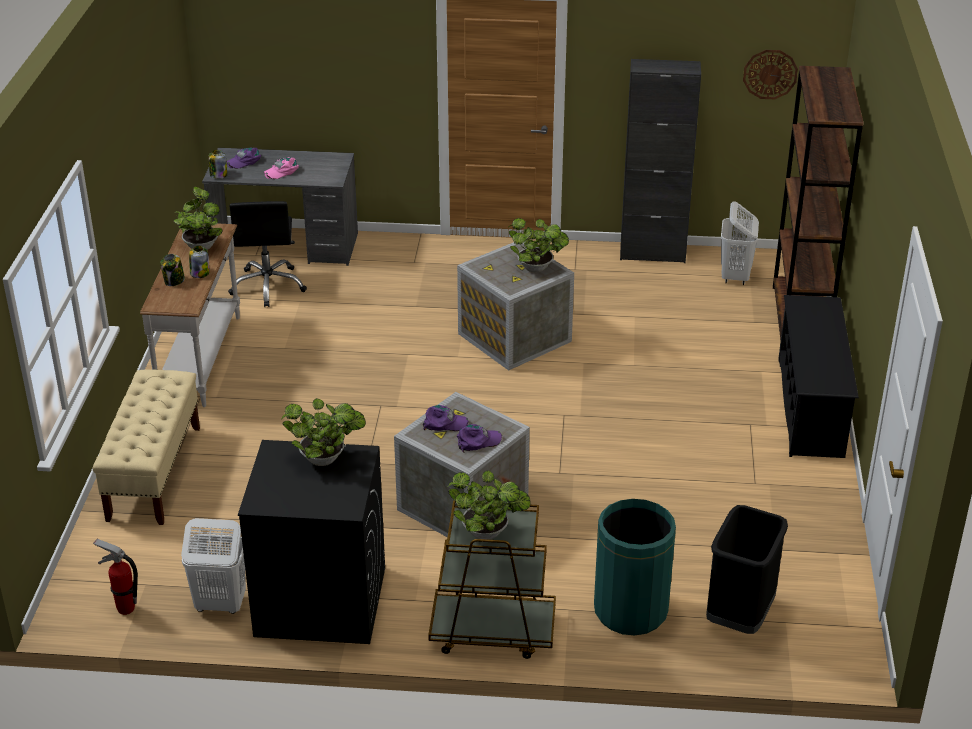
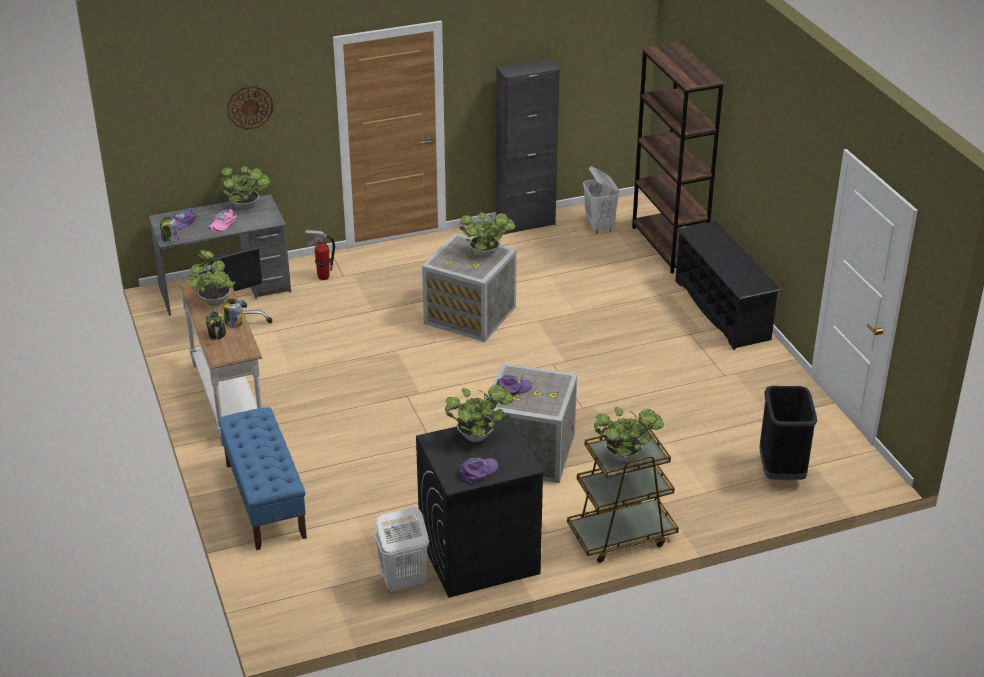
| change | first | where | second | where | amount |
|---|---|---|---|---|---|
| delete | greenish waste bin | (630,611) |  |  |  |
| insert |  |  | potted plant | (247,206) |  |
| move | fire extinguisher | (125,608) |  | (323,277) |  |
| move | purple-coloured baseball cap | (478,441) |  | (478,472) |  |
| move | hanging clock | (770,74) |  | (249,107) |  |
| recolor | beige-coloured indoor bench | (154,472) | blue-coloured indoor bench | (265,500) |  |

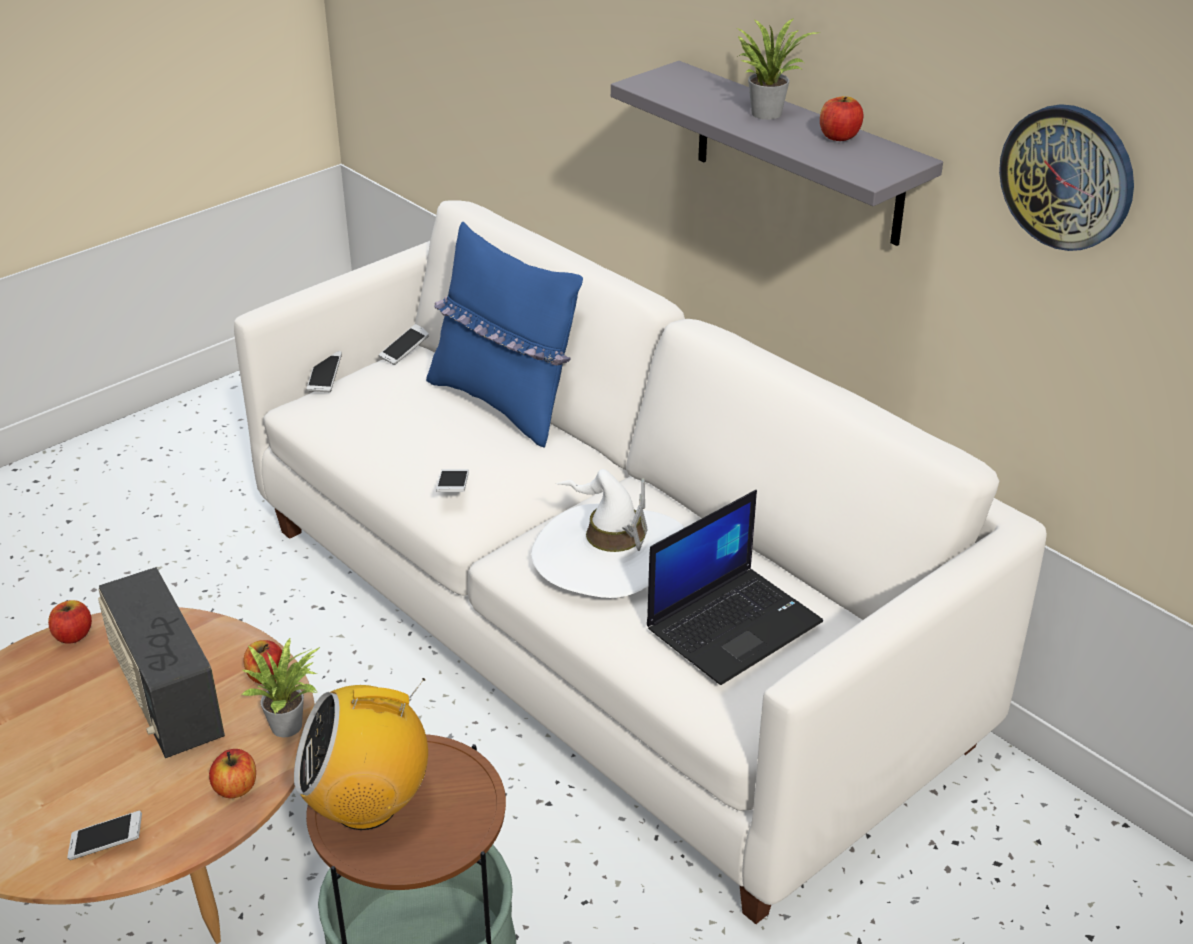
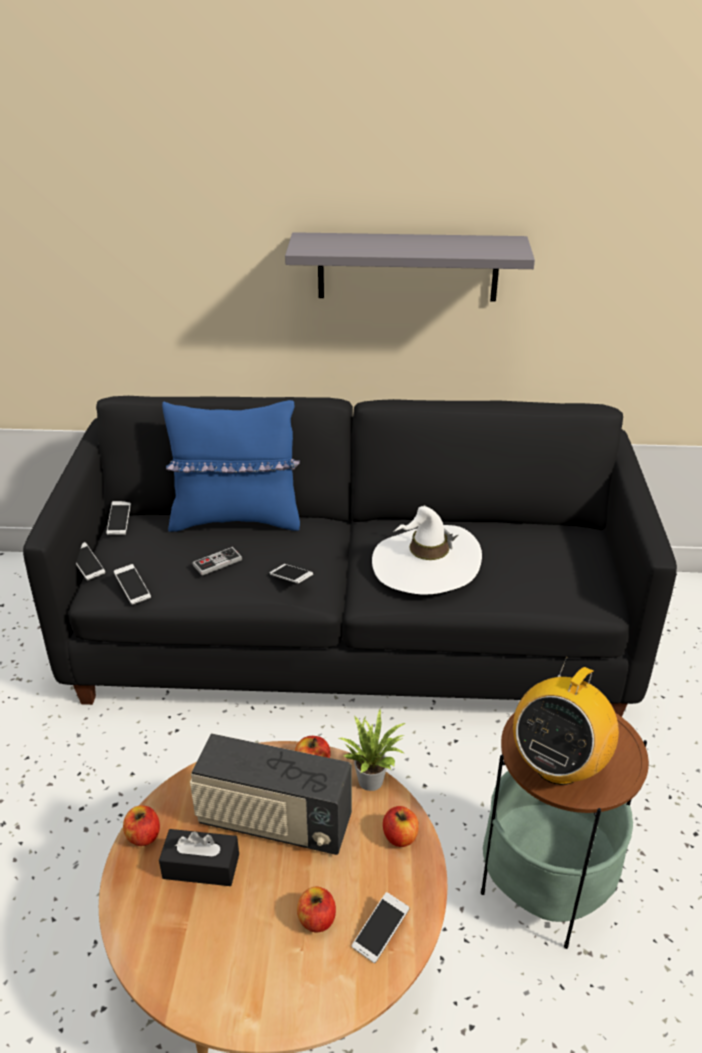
| change | first | where | second | where | amount |
|---|---|---|---|---|---|
| delete | notebook computer | (734,624) |  |  |  |
| delete | potted plant | (765,112) |  |  |  |
| delete | hanging clock | (1067,177) |  |  |  |
| insert |  |  | handset | (133,589) |  |
| insert |  |  | black-coloured tissue box | (201,866) |  |
| insert |  |  | game controller | (217,562) |  |
| move | apple fruit | (839,137) |  | (316,919) |  |
| recolor | white-coloured settee | (598,629) | black-coloured settee | (351,636) |  |

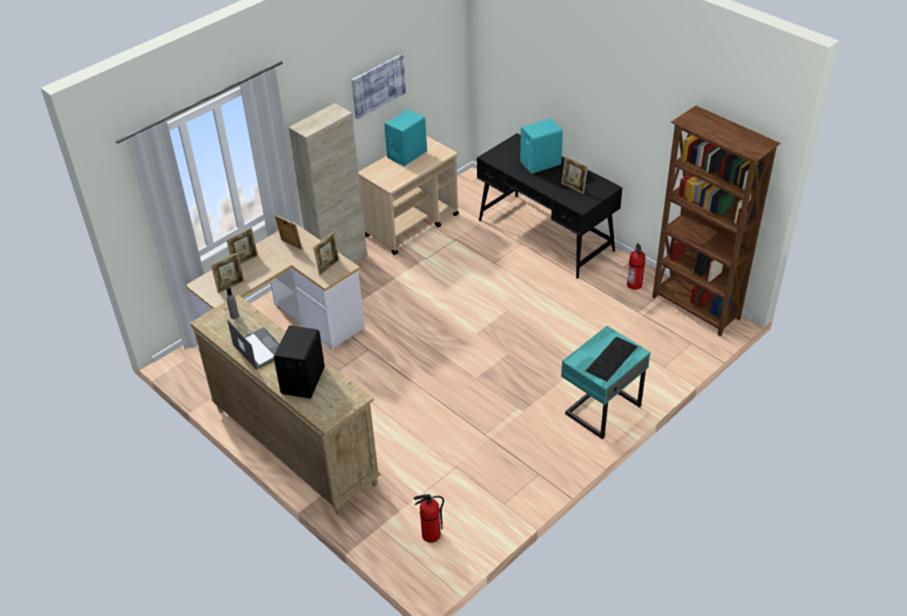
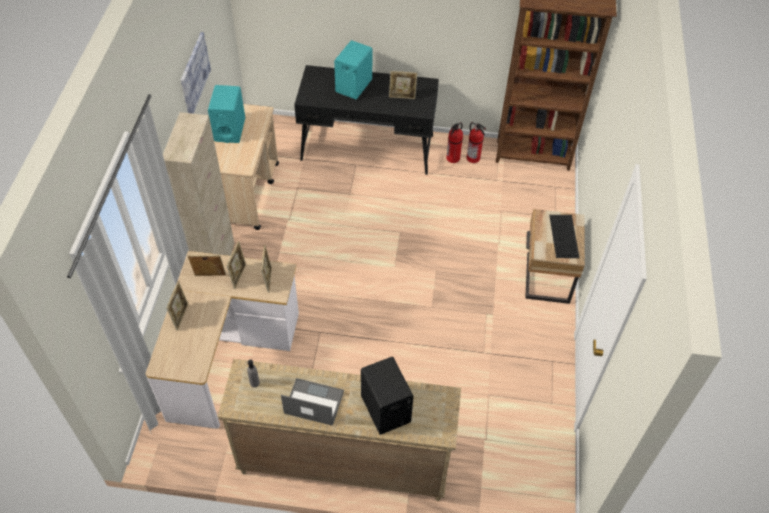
| change | first | where | second | where | amount |
|---|---|---|---|---|---|
| move | standing frame | (231,286) |  | (238,276) |  |
| move | fire extinguisher | (430,535) |  | (453,158) |  |
| recolor | turquoise-coloured bedside table | (600,409) | beige-coloured bedside table | (545,279) |  |

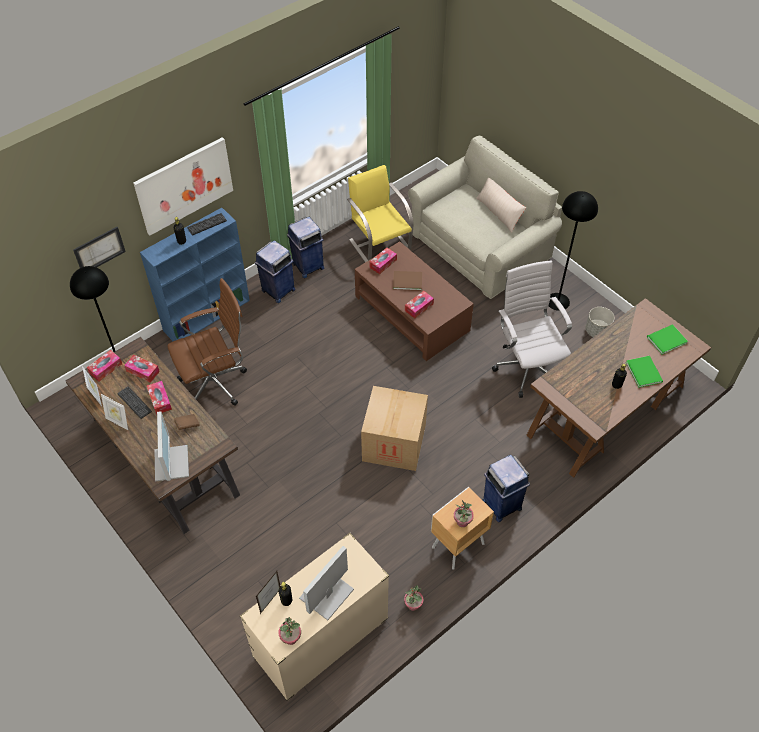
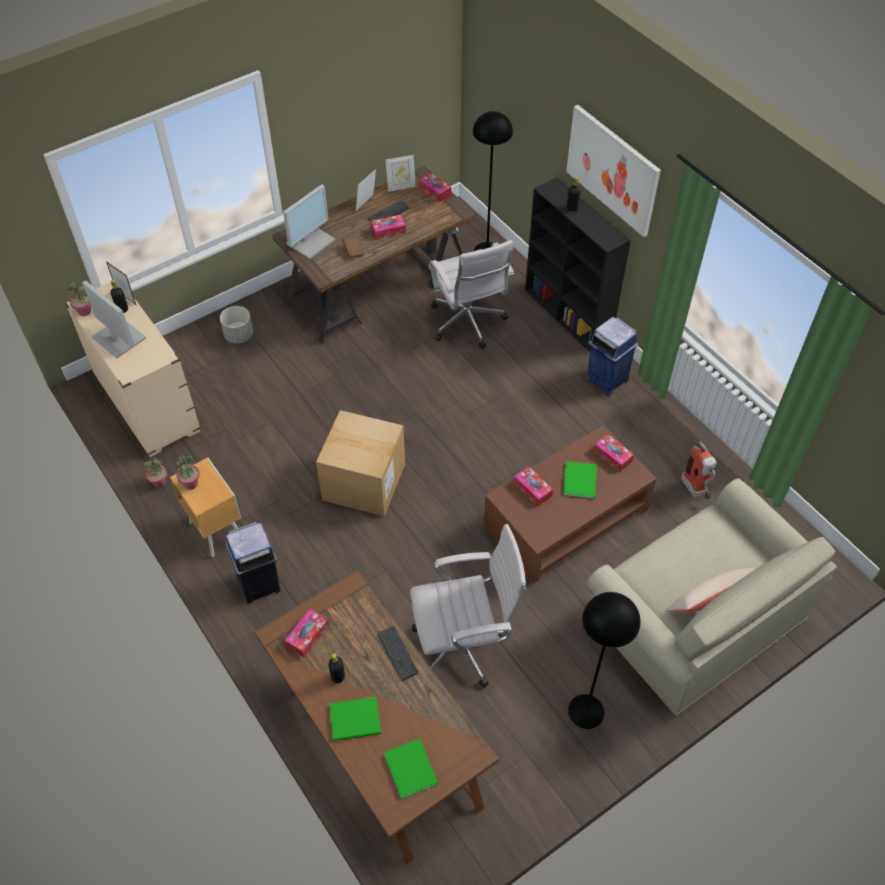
| change | first | where | second | where | amount |
|---|---|---|---|---|---|
| delete | wall picture | (99,250) |  |  |  |
| delete | blue-coloured waste bin | (307,266) |  |  |  |
| move | tissue box | (143,371) |  | (308,636) |  |
| move | computer keyboard | (207,224) |  | (397,653) |  |
| move | greyish plant pot | (597,331) |  | (239,335) |  |
| replace | yellowish chair | (379,243) | fire extinguisher | (696,491) |  |
| recolor | blue-coloured bookshelf | (207,315) | black-coloured bookshelf | (568,315) |  |
| recolor | brown-coloured computer chair | (216,383) | white-coloured computer chair | (468,324) |  |
| recolor | brown-coloured book | (406,280) | greenish book | (581,480) |  |
| rotate | monitor | (171,462) |  | (310,241) | 45 degrees counterclockwise |

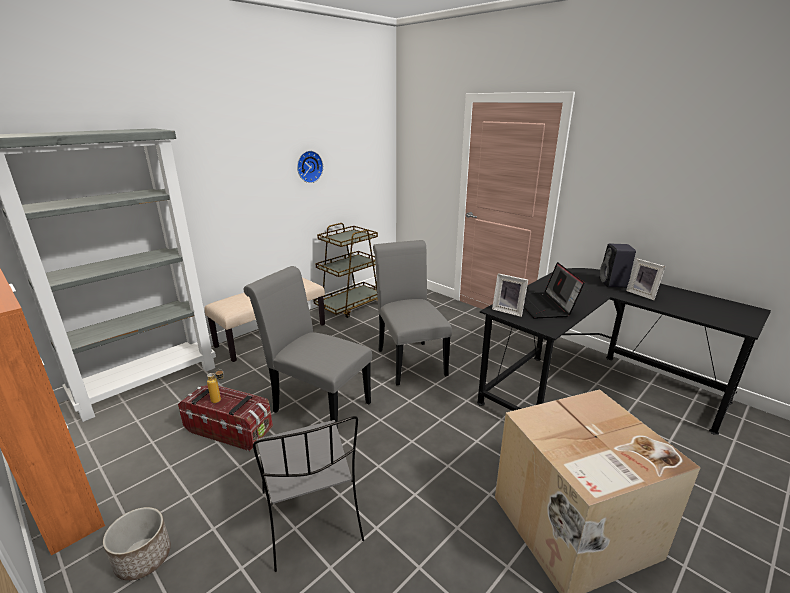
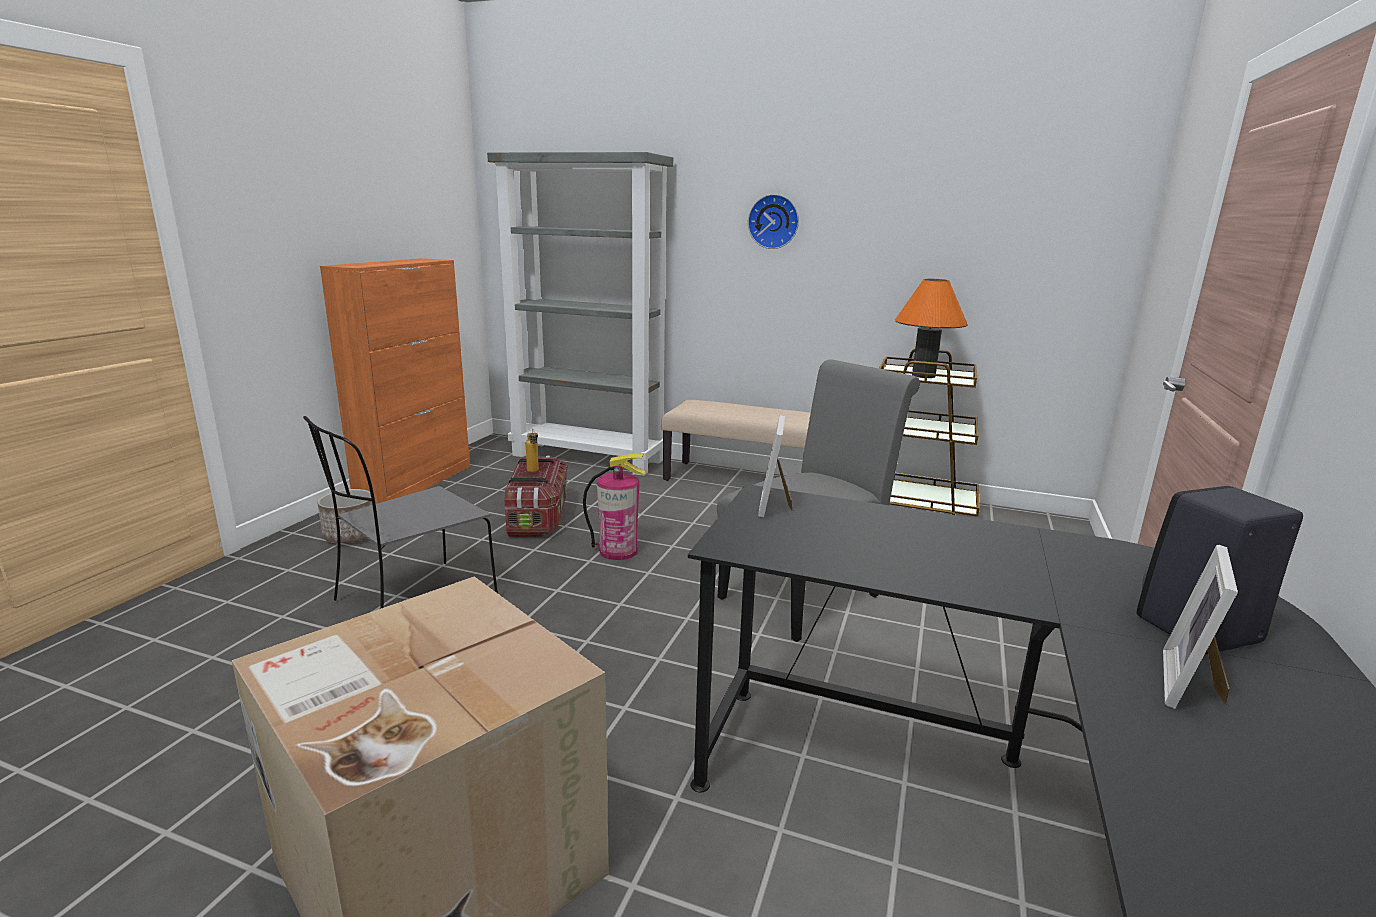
| change | first | where | second | where | amount |
|---|---|---|---|---|---|
| delete | notebook computer | (544,306) |  |  |  |
| insert |  |  | orange-coloured lamp for a table | (923,375) |  |
| move | hanging clock | (308,166) |  | (774,221) |  |
| replace | greyish chair | (316,405) | fire extinguisher | (618,551) |  |

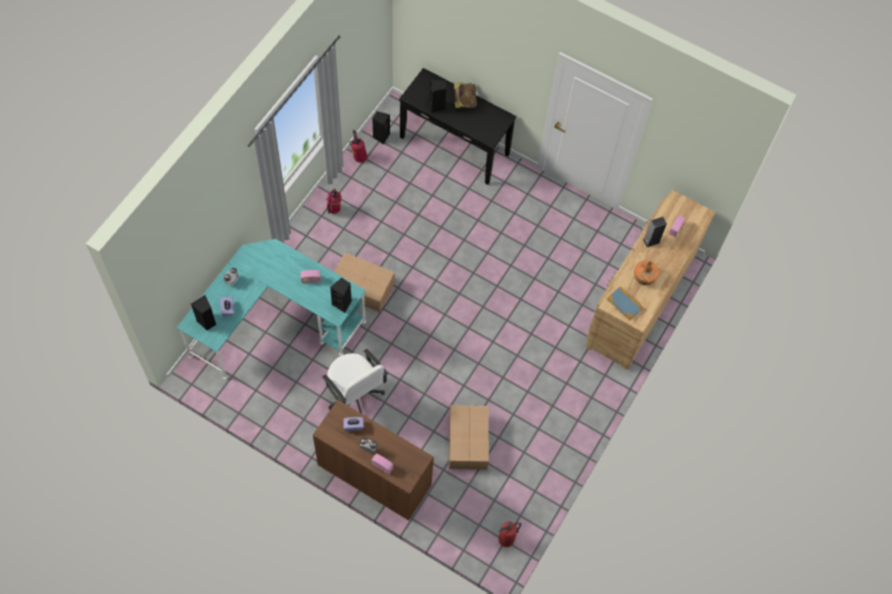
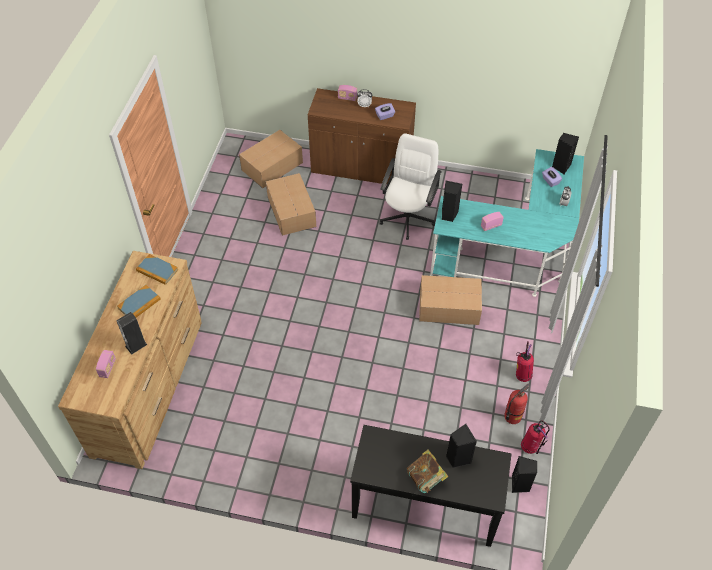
| change | first | where | second | where | amount |
|---|---|---|---|---|---|
| insert |  |  | cardboard box | (273,166) |  |
| move | fire extinguisher | (506,539) |  | (512,416) |  |
| replace | orange-coloured bottle | (644,276) | book | (139,304) |  |
| rotate | white-coloured computer chair | (354,394) |  | (408,217) | 75 degrees clockwise |

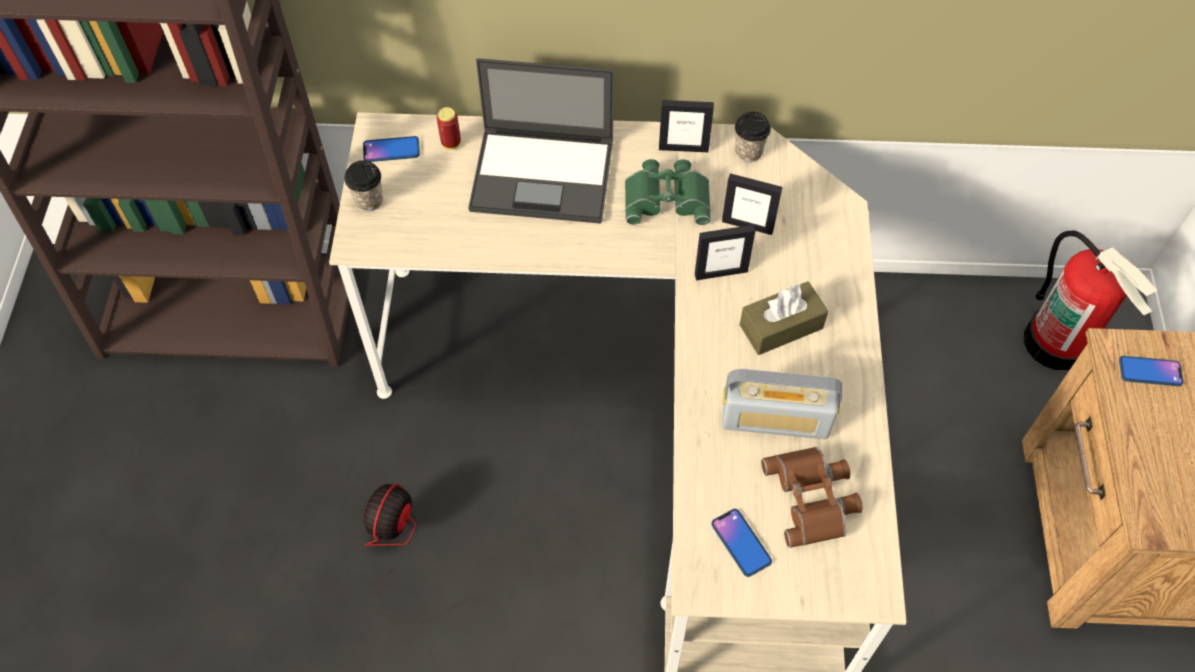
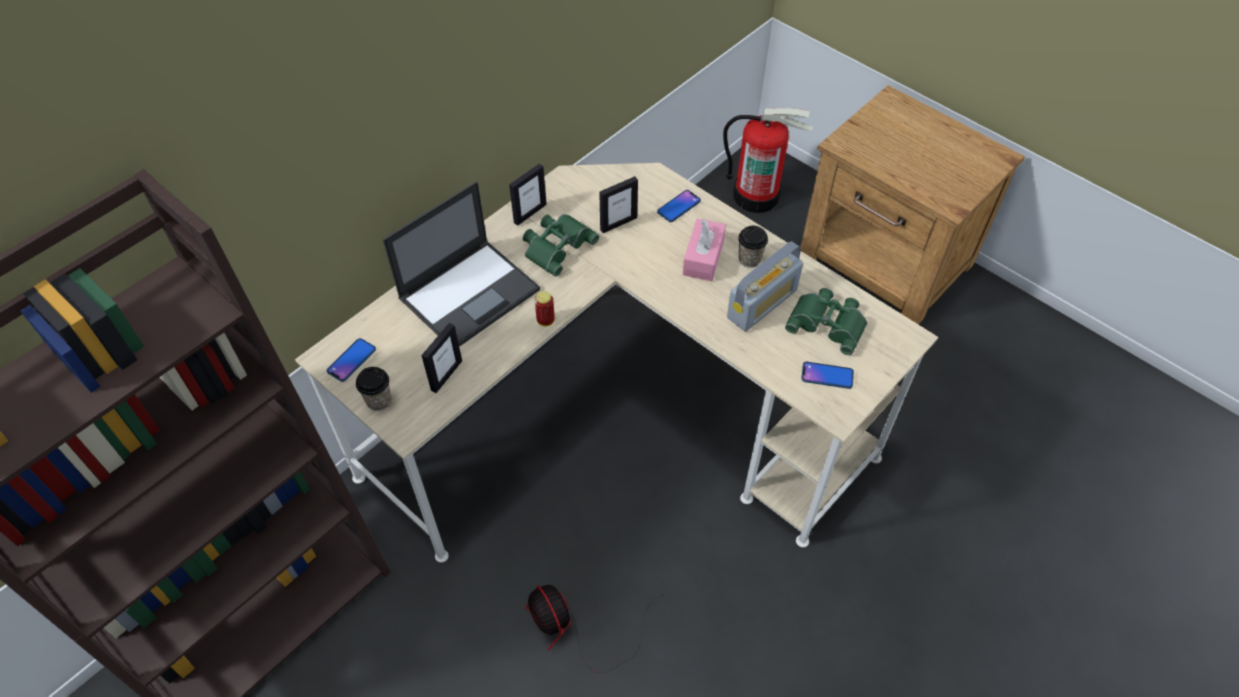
| change | first | where | second | where | amount |
|---|---|---|---|---|---|
| move | metal can | (451,143) |  | (545,321) |  |
| move | standing frame | (721,272) |  | (446,375) |  |
| move | small cup | (748,152) |  | (749,259) |  |
| move | handset | (1150,371) |  | (679,206) |  |
| recolor | brown-coloured tissue box | (781,326) | pinkish tissue box | (703,258) |  |
| recolor | brown-coloured field glasses | (813,498) | greenish field glasses | (828,322) |  |

